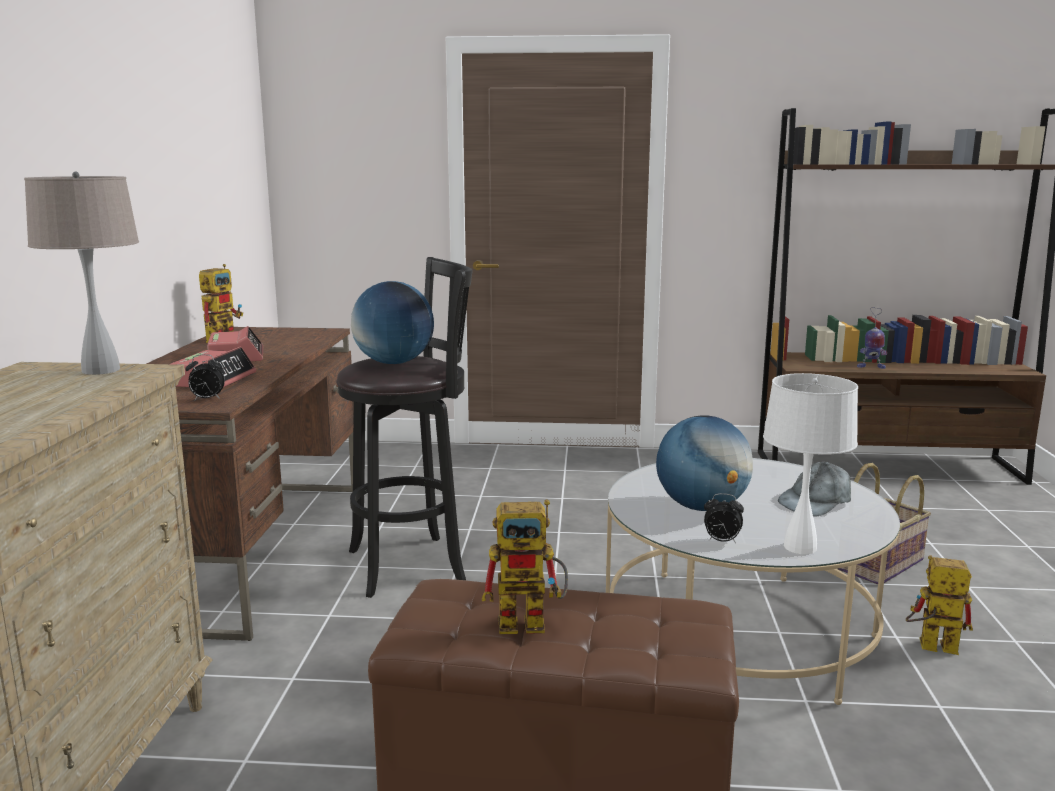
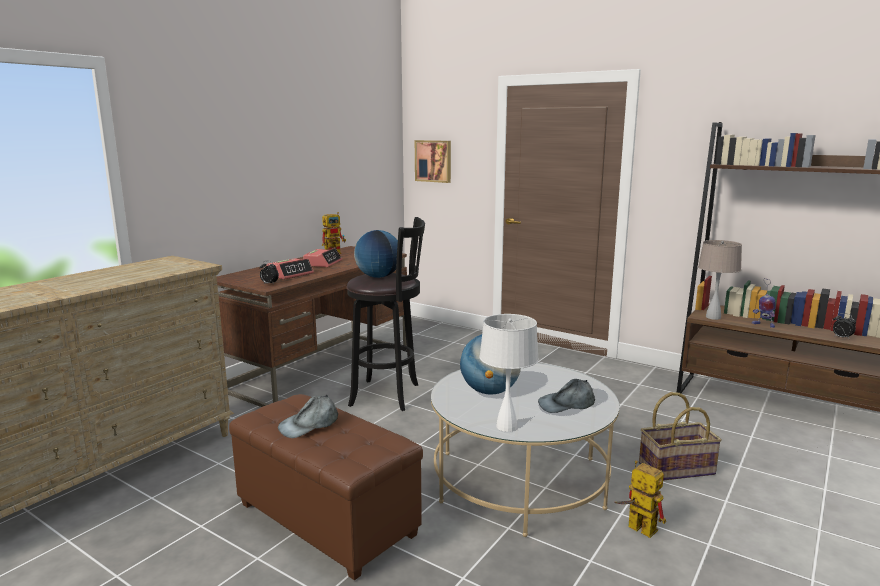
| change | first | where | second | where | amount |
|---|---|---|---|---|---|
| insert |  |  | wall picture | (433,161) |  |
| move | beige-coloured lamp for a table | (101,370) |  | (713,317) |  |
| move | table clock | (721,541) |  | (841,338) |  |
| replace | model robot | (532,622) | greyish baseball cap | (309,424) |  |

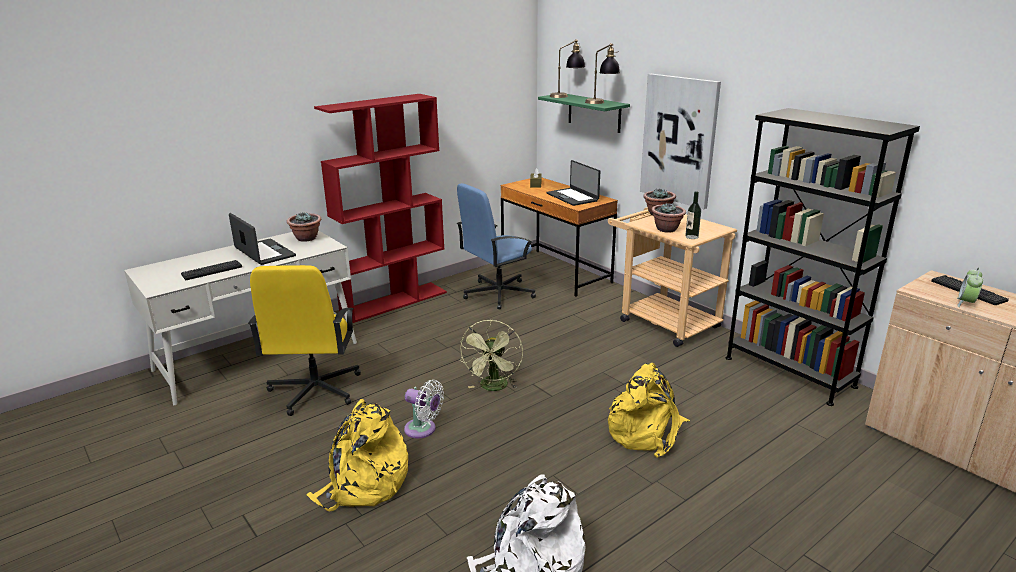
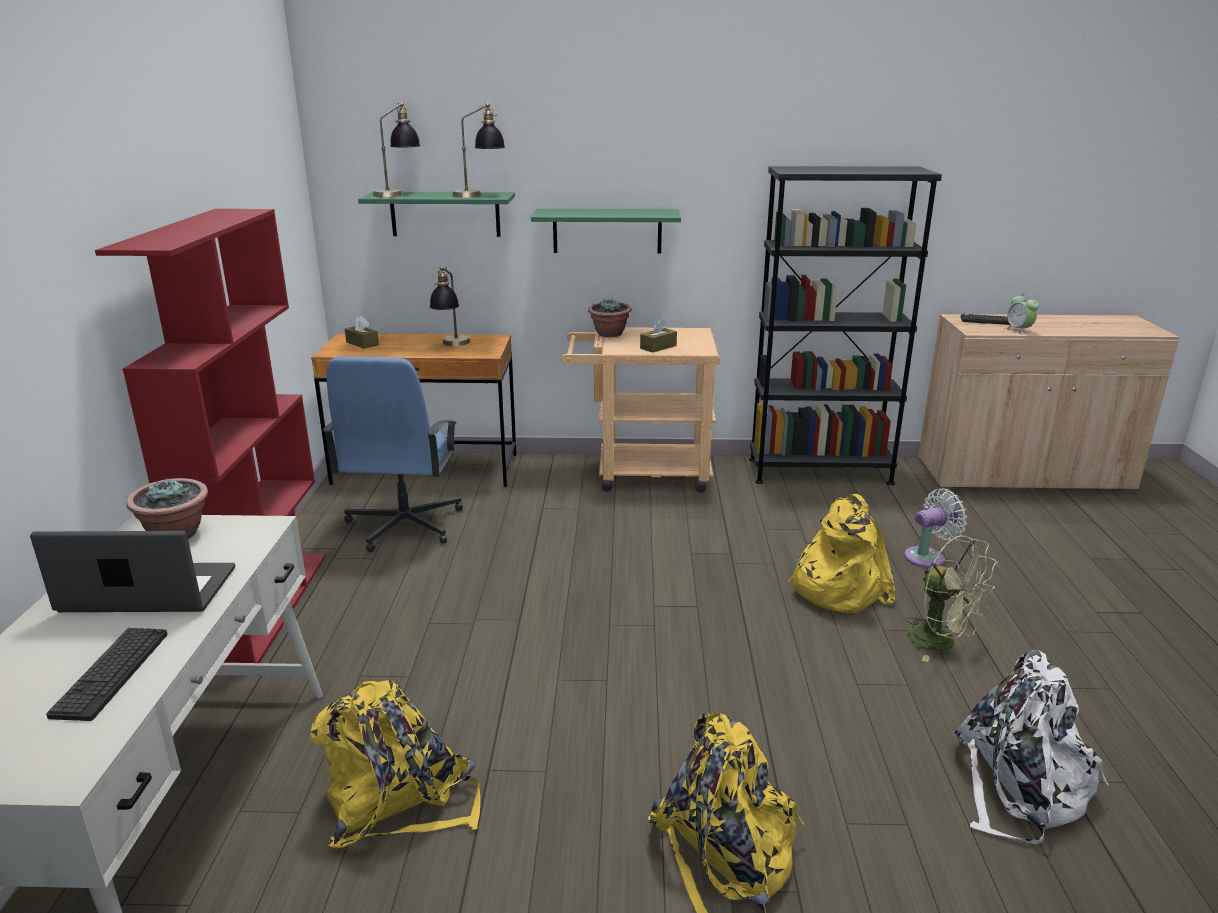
| change | first | where | second | where | amount |
|---|---|---|---|---|---|
| delete | bottle | (691,237) |  |  |  |
| move | white-coloured cooling fan | (423,430) |  | (928,557) |  |
| move | greenish cooling fan | (494,388) |  | (941,643) |  |
| replace | yellowish computer chair | (315,391) | yellowish rucksack | (399,801) |  |
| replace | notebook computer | (573,197) | lamp for a table | (452,345) |  |
| replace | wall picture | (679,140) | greenish shelf | (607,231) |  |
| replace | potted plant | (667,229) | brown-coloured tissue box | (658,347) |  |

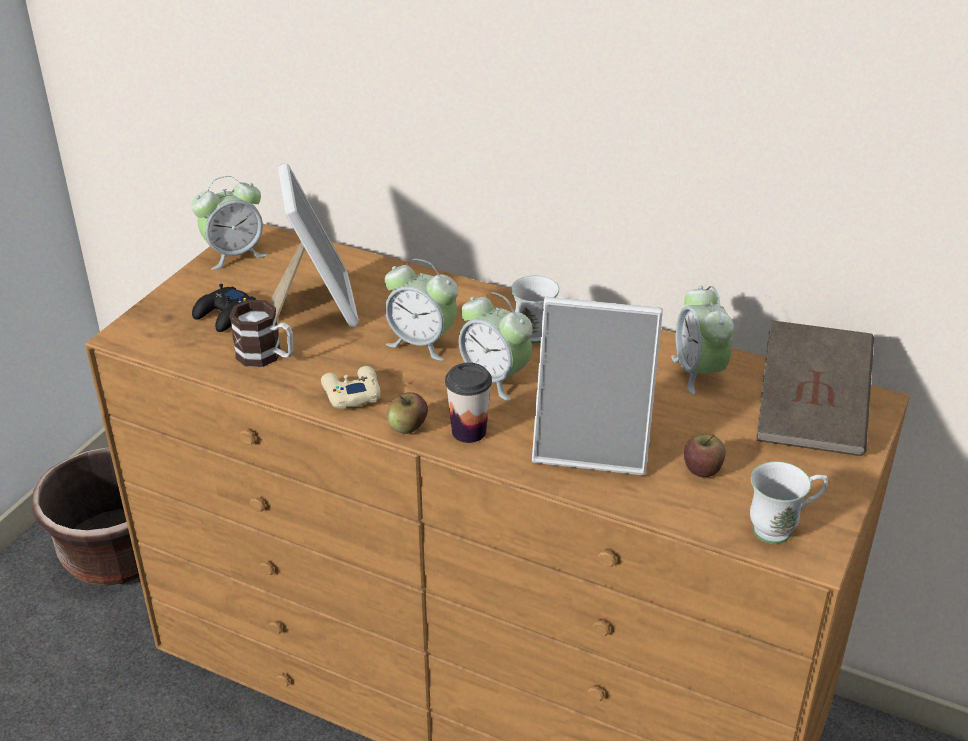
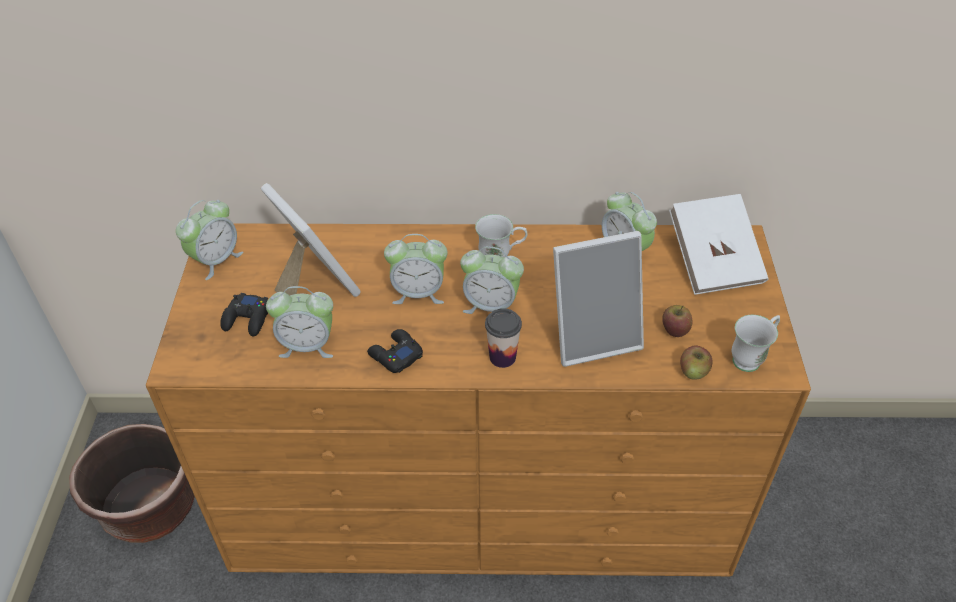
| change | first | where | second | where | amount |
|---|---|---|---|---|---|
| move | apple fruit | (408,427) |  | (693,371) |  |
| replace | mug | (267,356) | table clock | (307,345) |  |
| recolor | beige-coloured game controller | (351,393) | black-coloured game controller | (395,355) |  |
| recolor | brown-coloured book | (811,414) | white-coloured book | (714,262) |  |

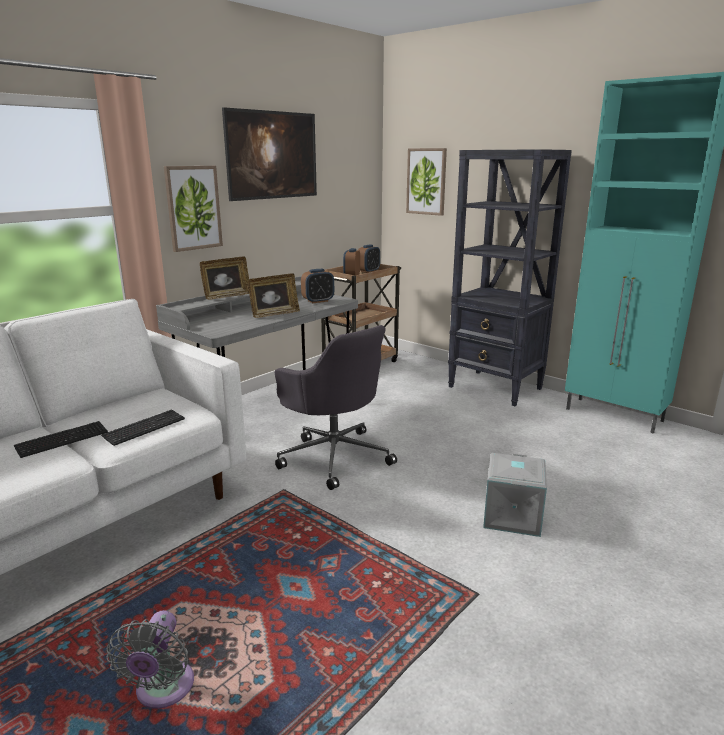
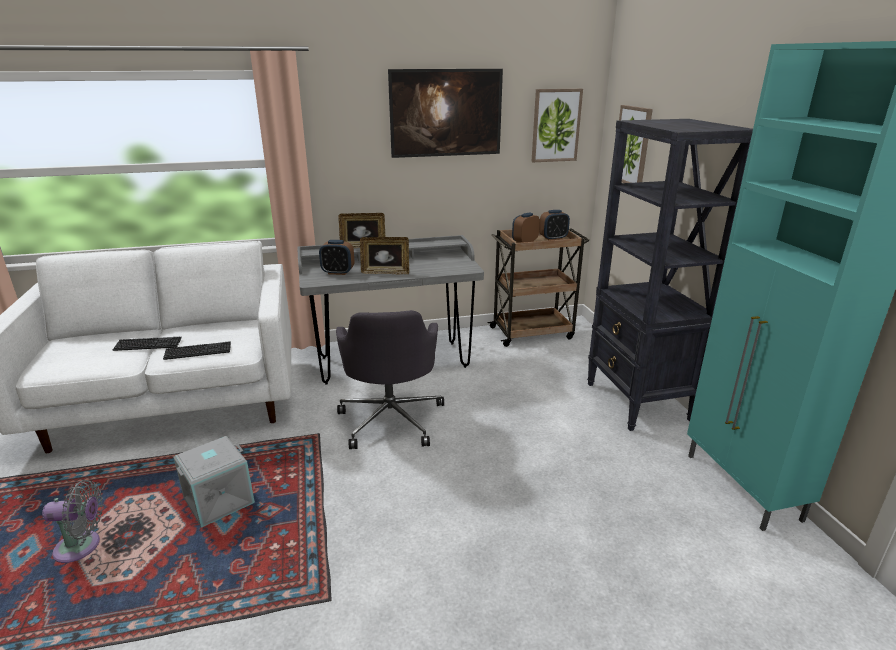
| change | first | where | second | where | amount |
|---|---|---|---|---|---|
| move | wall picture | (193,208) |  | (555,125) |  |
| move | table clock | (318,301) |  | (338,272) |  |
| move | greyish storage box | (511,516) |  | (219,500) |  |
| rotate | greyish cooling fan | (162,691) |  | (82,547) | 135 degrees counterclockwise |

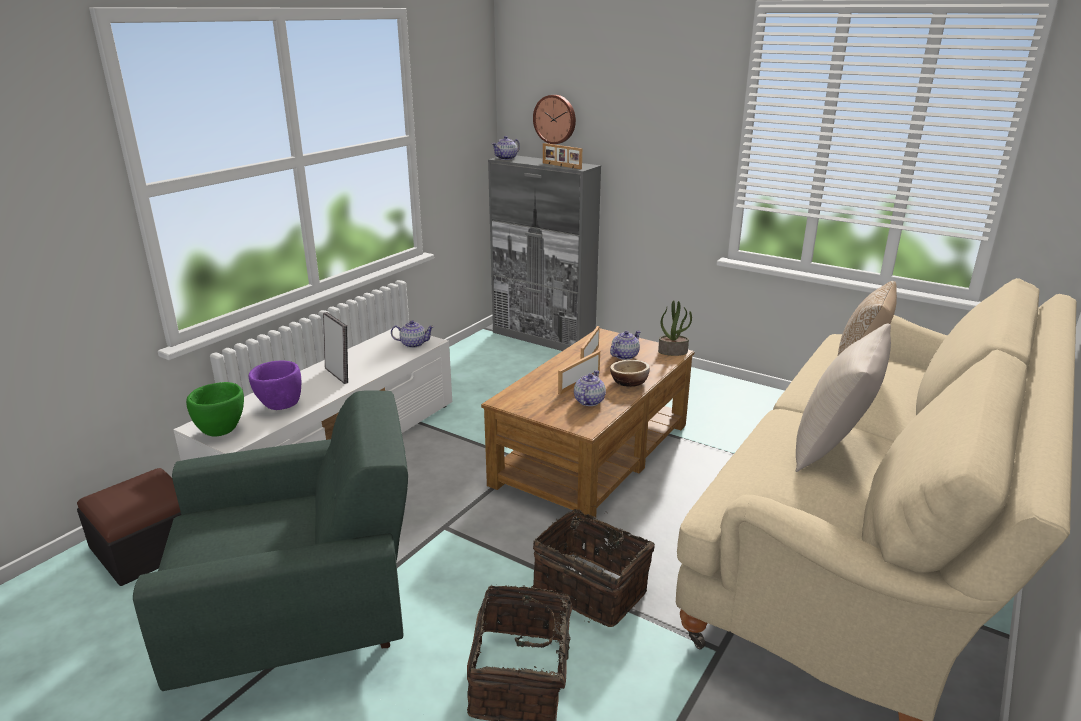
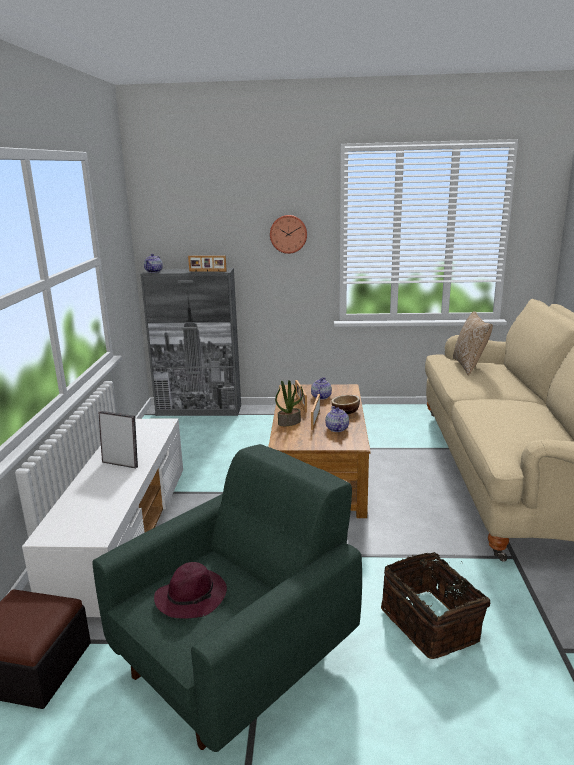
| change | first | where | second | where | amount |
|---|---|---|---|---|---|
| delete | greenish serving bowl | (222,431) |  |  |  |
| delete | purple-coloured serving bowl | (280,406) |  |  |  |
| delete | pot for tea | (413,344) |  |  |  |
| delete | basket | (592,588) |  |  |  |
| delete | beige-coloured pillow | (833,447) |  |  |  |
| insert |  |  | purple-coloured wearable hat | (192,596) |  |
| move | hanging clock | (555,119) |  | (288,234) |  |
| move | potted plant | (673,351) |  | (289,422) |  |

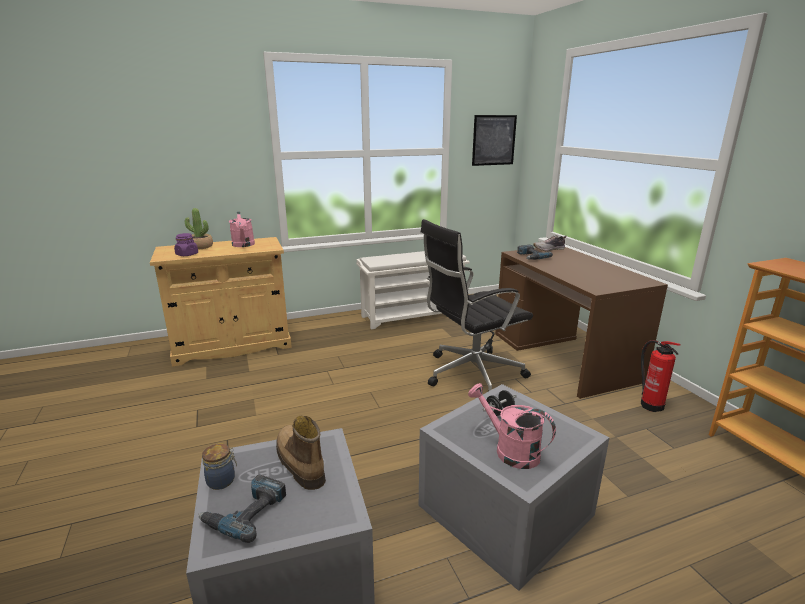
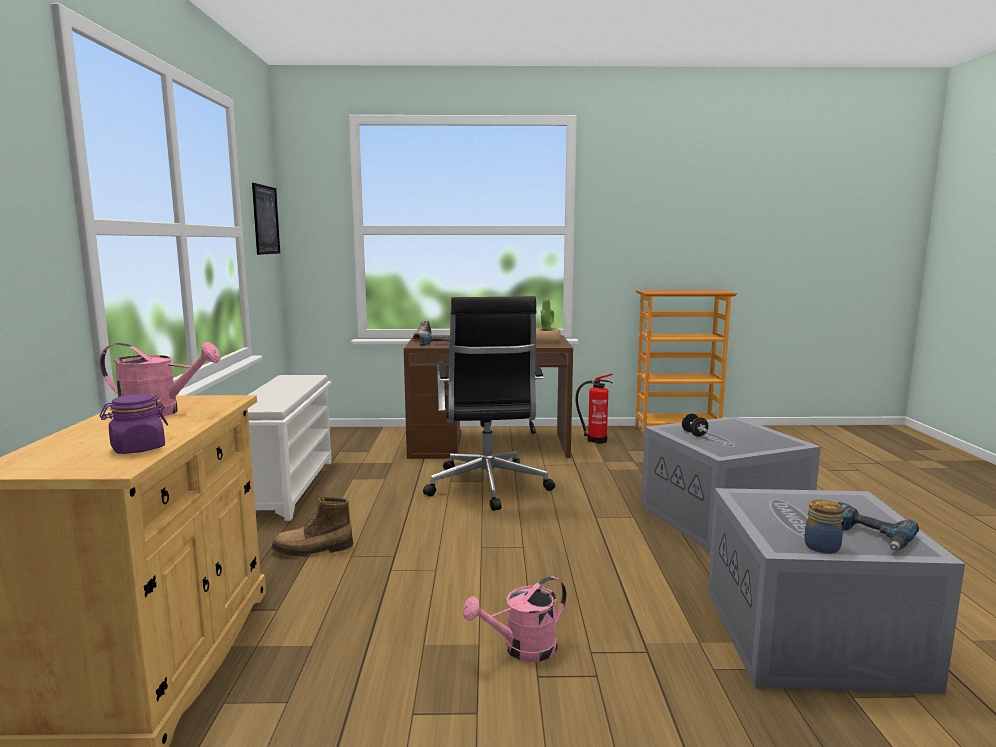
| change | first | where | second | where | amount |
|---|---|---|---|---|---|
| move | potted plant | (199,247) |  | (546,341) |  |
| move | high-top boot | (299,463) |  | (313,550) |  |
| move | pinkish sprinkling can | (509,450) |  | (522,650) |  |

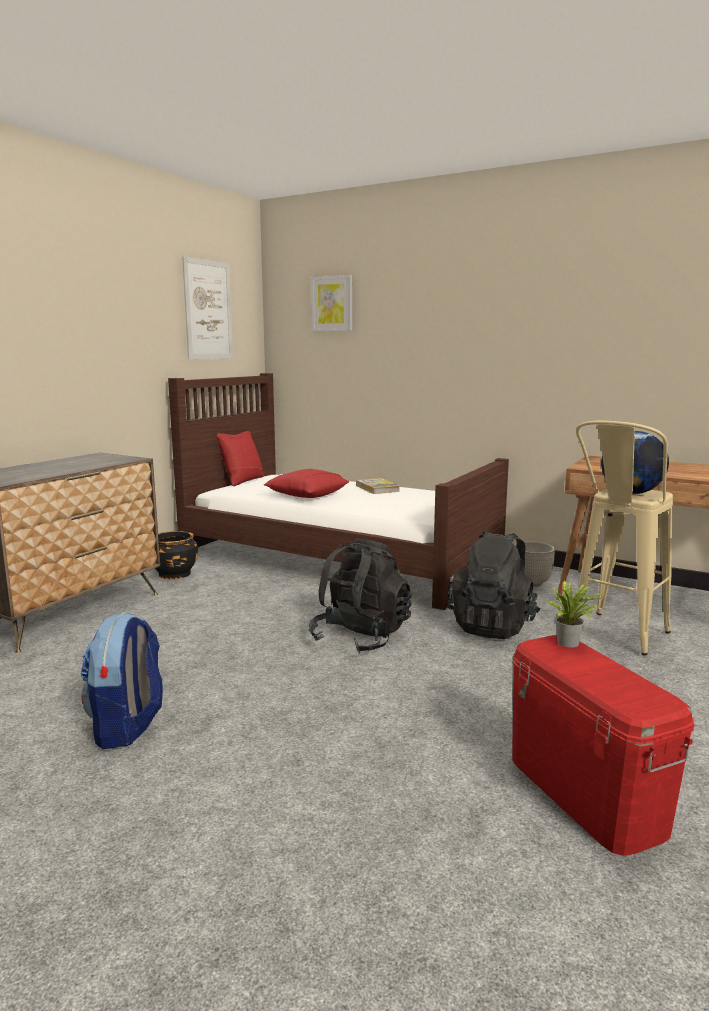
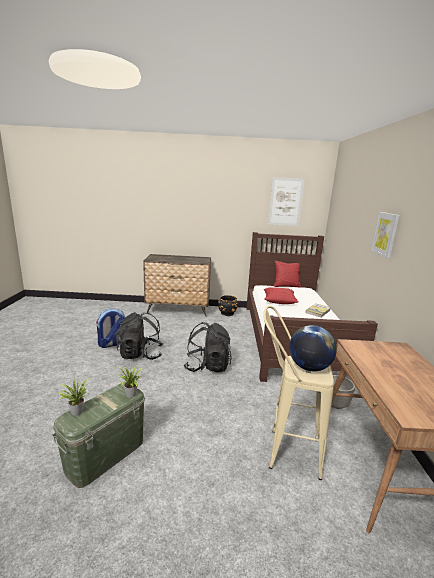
| change | first | where | second | where | amount |
|---|---|---|---|---|---|
| insert |  |  | potted plant | (76,411) |  |
| move | wall picture | (332,304) |  | (385,234) |  |
| move | black-coloured rucksack | (493,626) |  | (140,354) |  |
| recolor | red storage box | (584,792) | greenish storage box | (105,455) |  |

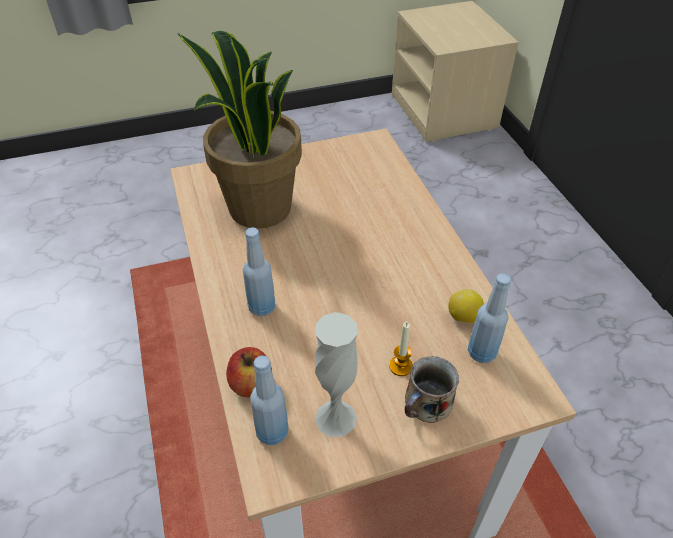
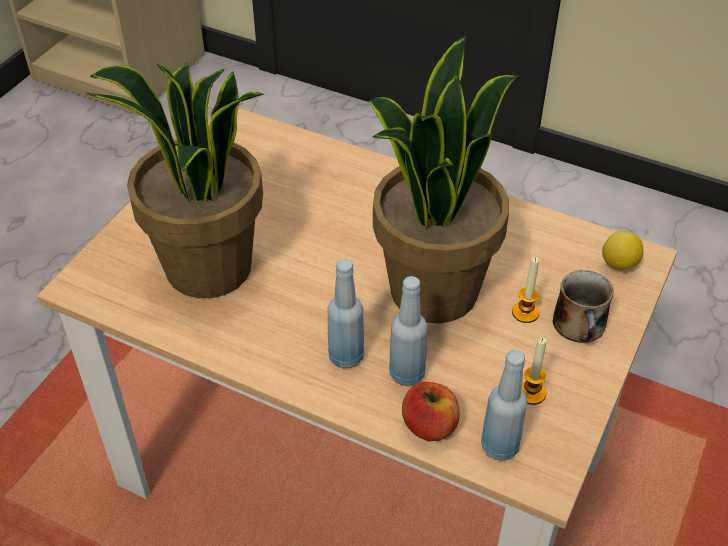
| change | first | where | second | where | amount |
|---|---|---|---|---|---|
| insert |  |  | potted plant | (432,289) |  |
| move | whole lemon | (463,317) |  | (619,265) |  |
| move | blue-coloured bottle | (481,353) |  | (407,374) |  |
| replace | white-coloured flower vase | (336,418) | wax candle | (531,393) |  |

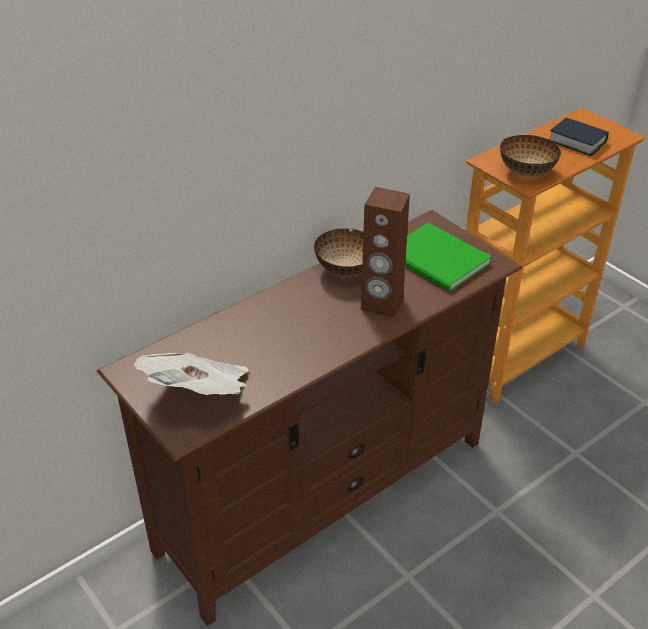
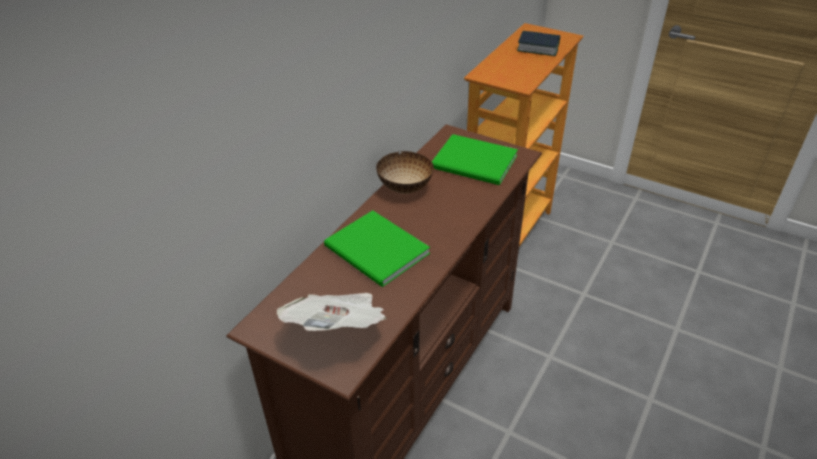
| change | first | where | second | where | amount |
|---|---|---|---|---|---|
| delete | brown-coloured speaker | (381,304) |  |  |  |
| delete | serving bowl | (527,172) |  |  |  |
| insert |  |  | greenish book | (377,252) |  |

